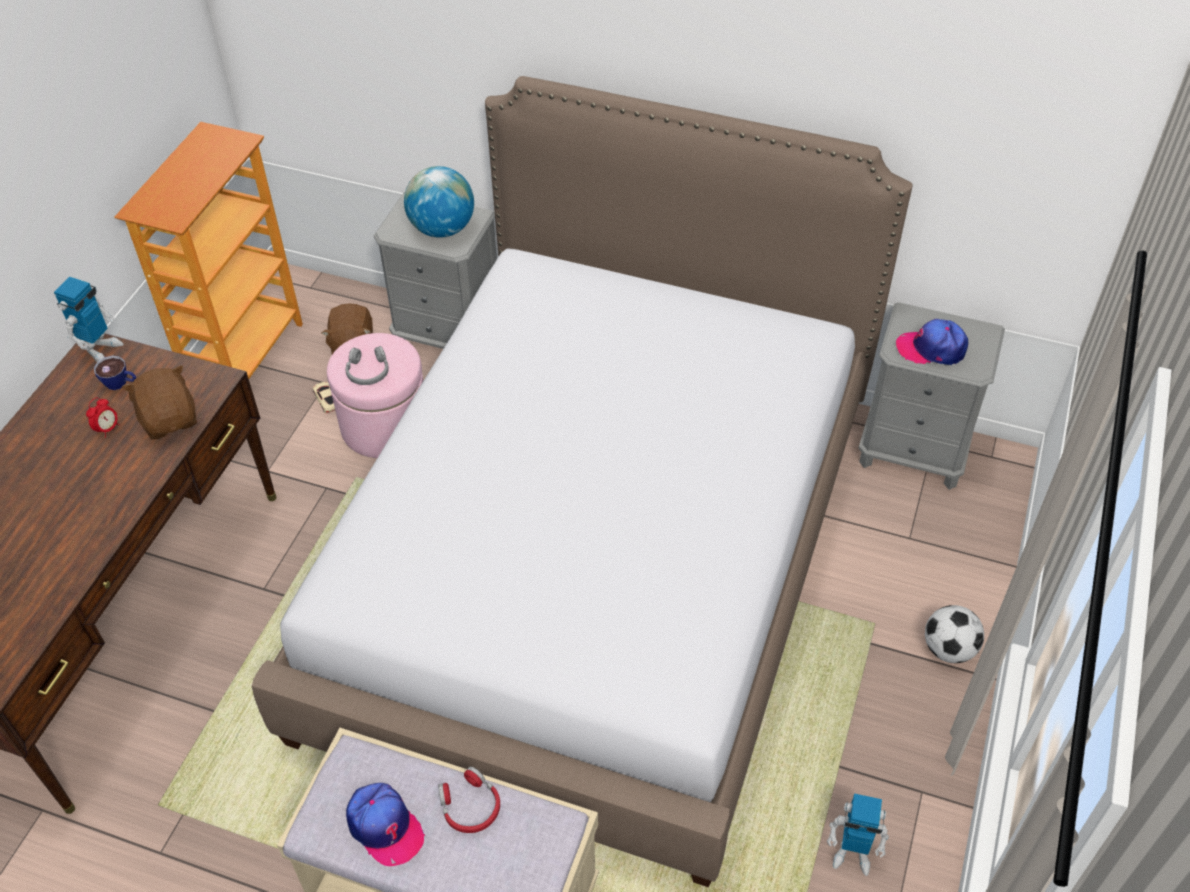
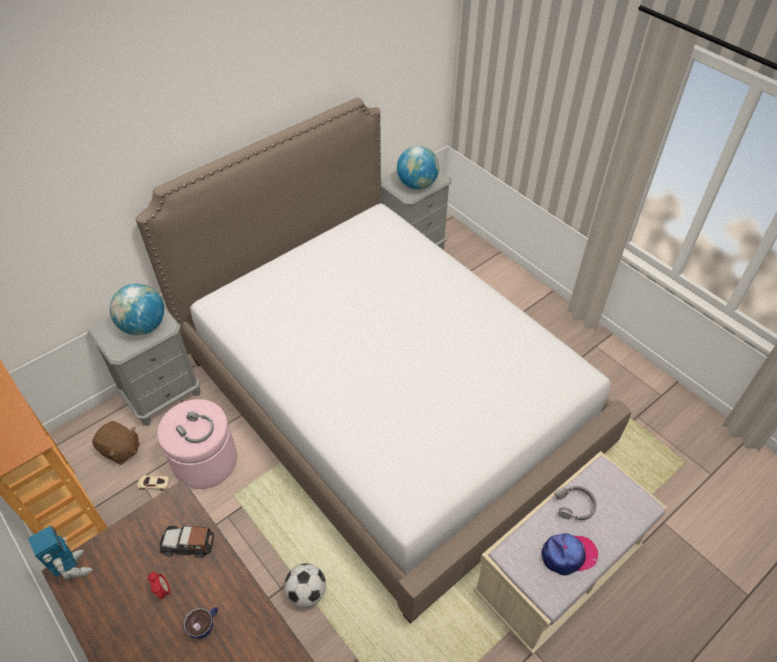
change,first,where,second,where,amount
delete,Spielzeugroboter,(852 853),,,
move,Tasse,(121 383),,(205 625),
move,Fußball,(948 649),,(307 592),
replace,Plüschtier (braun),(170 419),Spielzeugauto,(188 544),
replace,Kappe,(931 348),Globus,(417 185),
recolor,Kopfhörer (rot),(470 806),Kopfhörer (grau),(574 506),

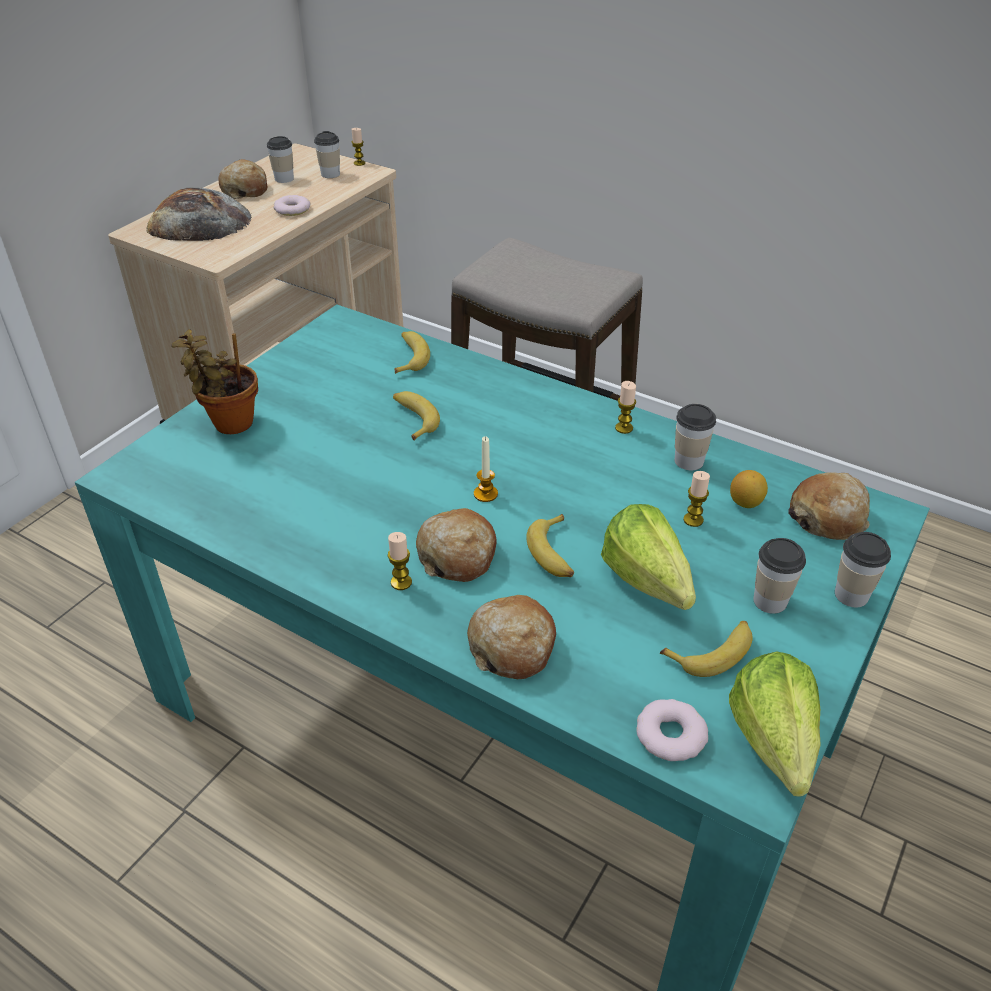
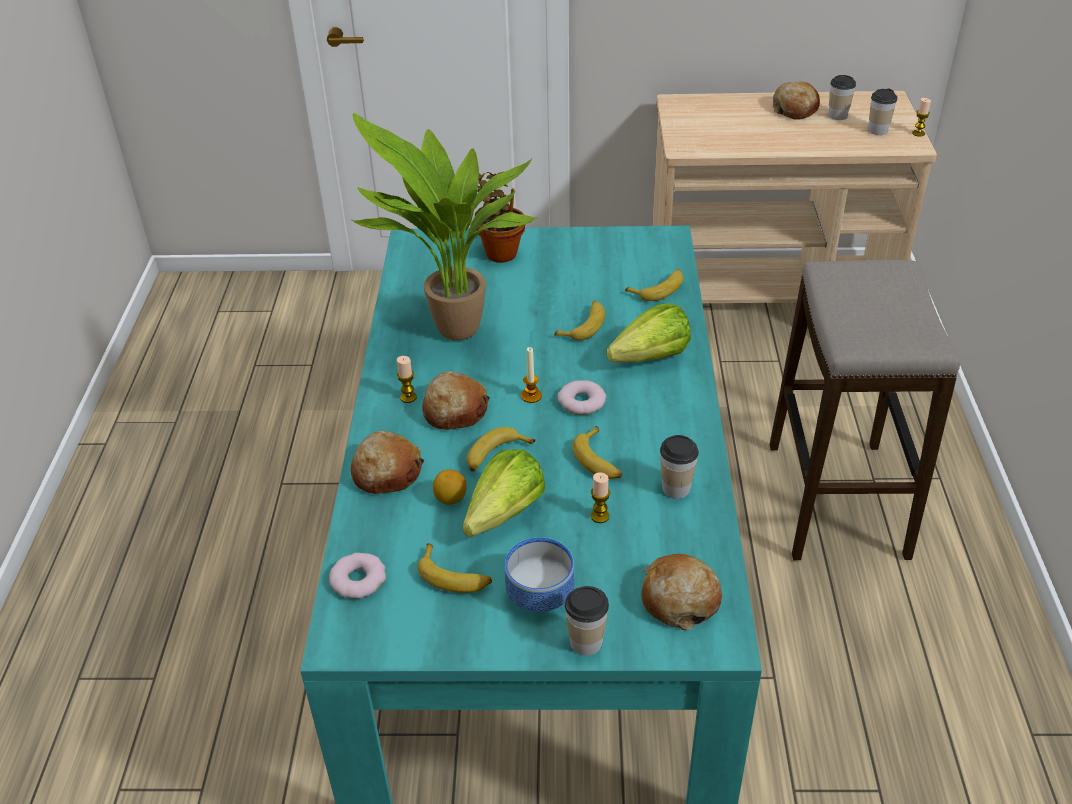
change,first,where,second,where,amount
delete,Brot,(199 222),,,
delete,Kerze,(624 428),,,
insert,,,Topfpflanze,(453 334),
insert,,,Banane,(599 460),
move,Donut,(292 210),,(581 402),
move,Salatkopf,(772 753),,(643 360),
move,Zitrone,(745 503),,(451 499),
replace,Tasse,(770 601),Schüssel,(538 592),

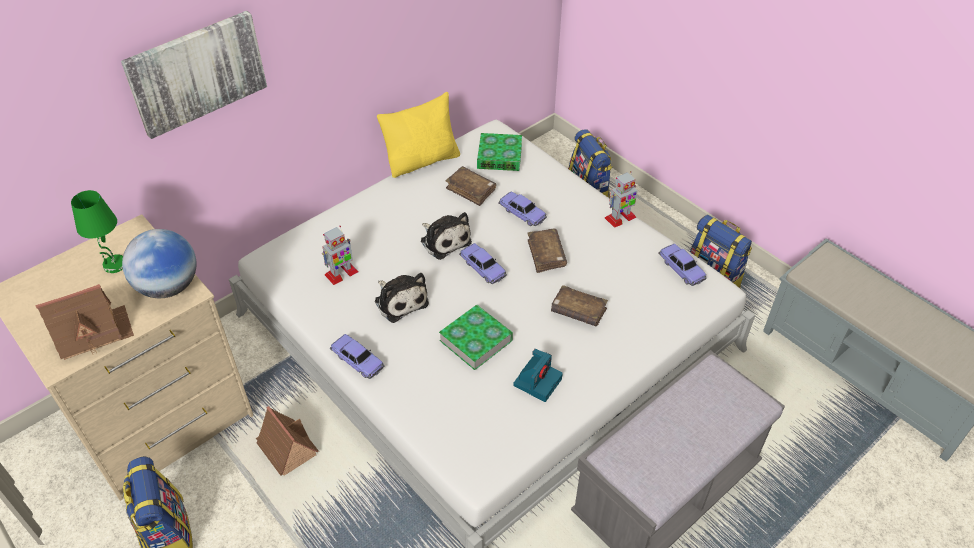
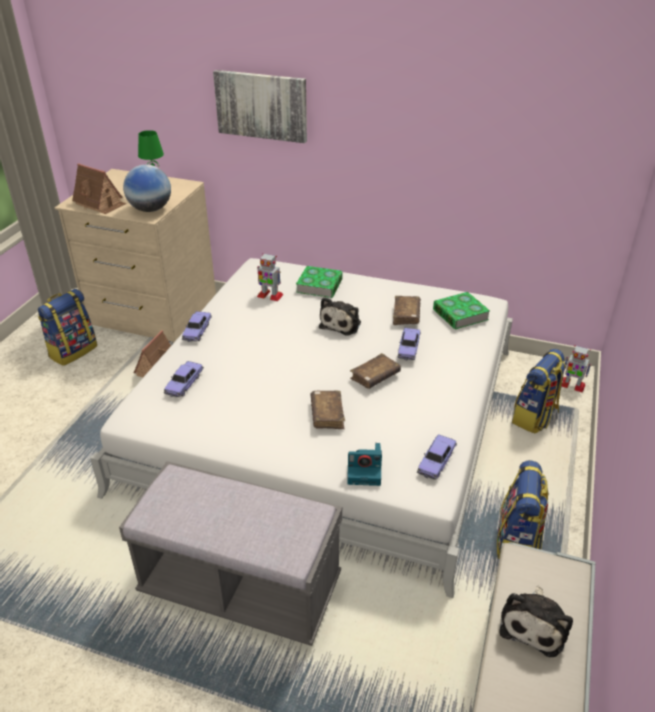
change,first,where,second,where,amount
delete,Kissen (gelb),(422 161),,,
move,Plüschtier,(400 301),,(534 624),
move,Buch,(476 340),,(319 285),
move,Spielzeugauto,(483 268),,(184 384),
move,Kamera,(537 381),,(365 471),
move,Spielzeugroboter,(620 218),,(571 385),

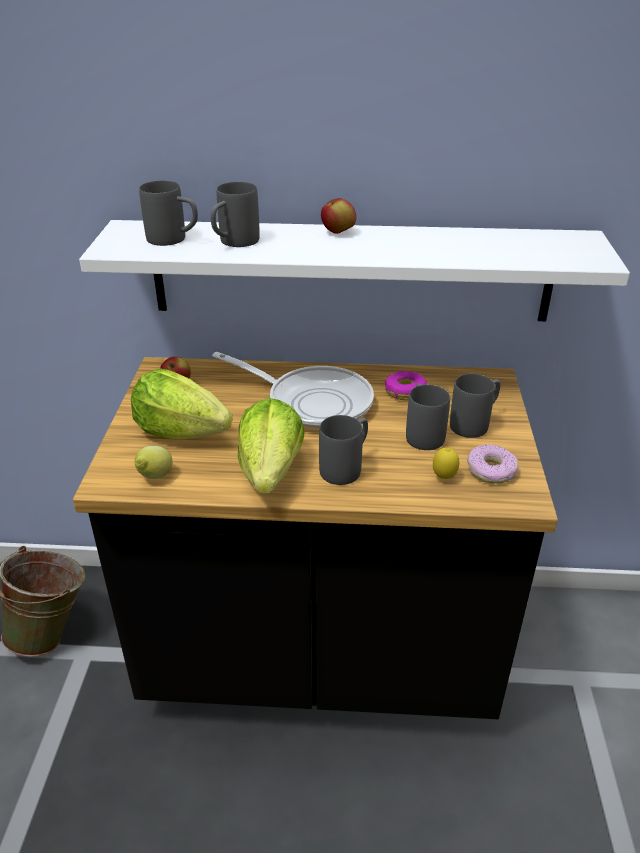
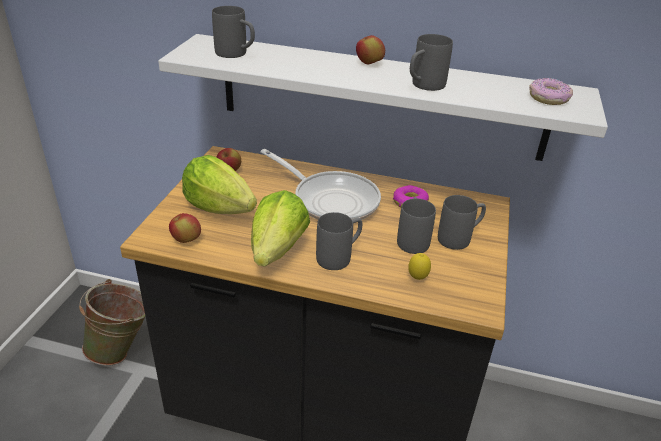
change,first,where,second,where,amount
move,Henkelbecher (grau),(233 243),,(423 86),
move,Donut,(491 470),,(548 98),
replace,Zitrone,(154 477),Apfel,(186 240),

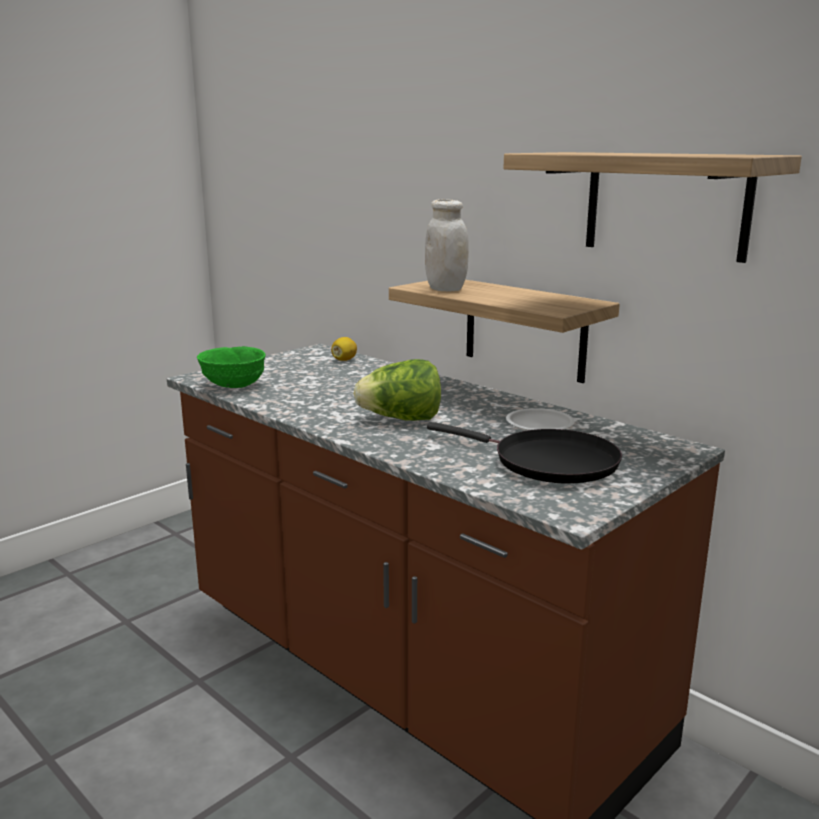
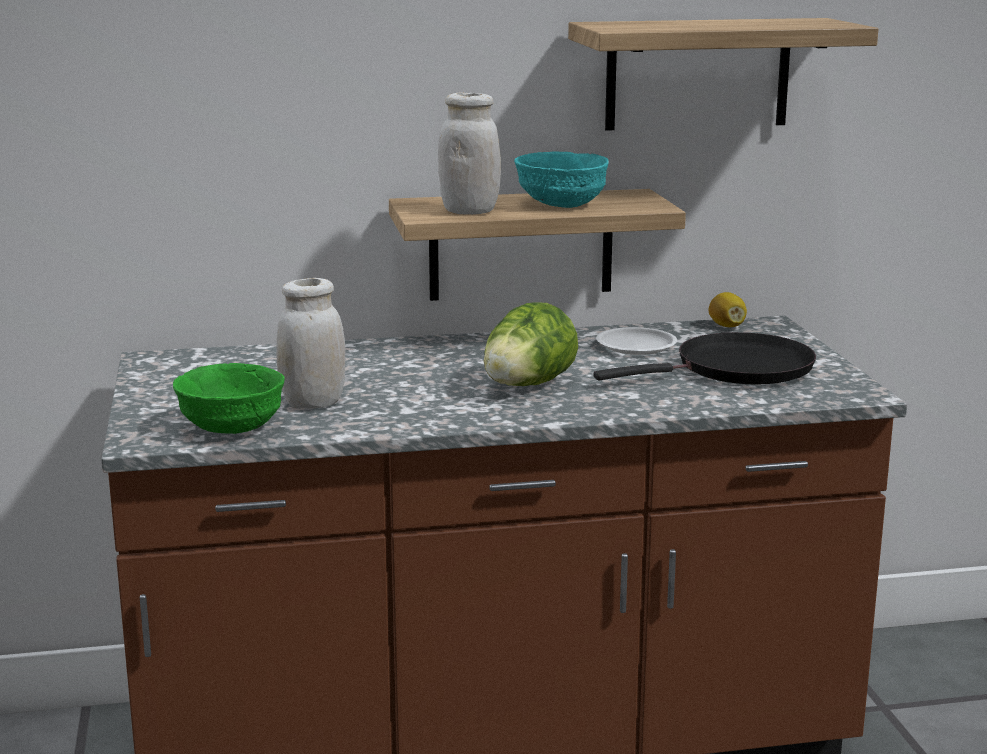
change,first,where,second,where,amount
insert,,,Vorratsglas (weiß),(313 403),
insert,,,Schüssel (türkis),(561 204),
move,Zitrone,(344 360),,(727 326),

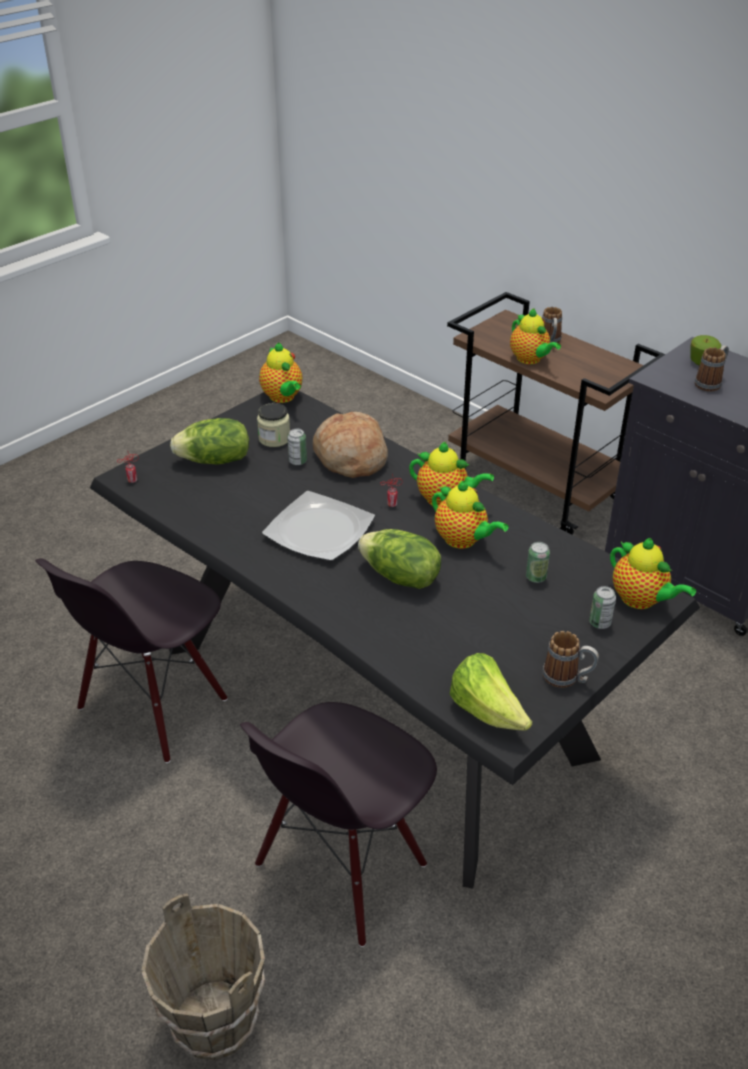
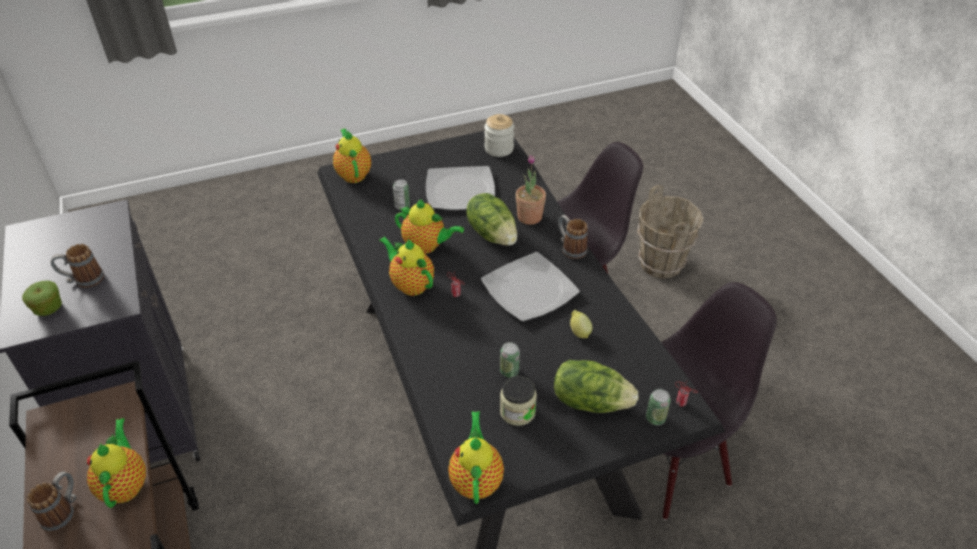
change,first,where,second,where,amount
delete,Brot,(350 458),,,
insert,,,Teller,(459 191),
insert,,,Topfpflanze,(529 217),
insert,,,Zitrone,(579 332),
move,Henkelbecher,(567 678),,(570 248),
move,Dose,(599 623),,(655 418),
replace,Salatkopf,(487 712),Vorratsglas,(499 149),
rotate,Teekanne,(463 540),,(427 246),135 degrees clockwise

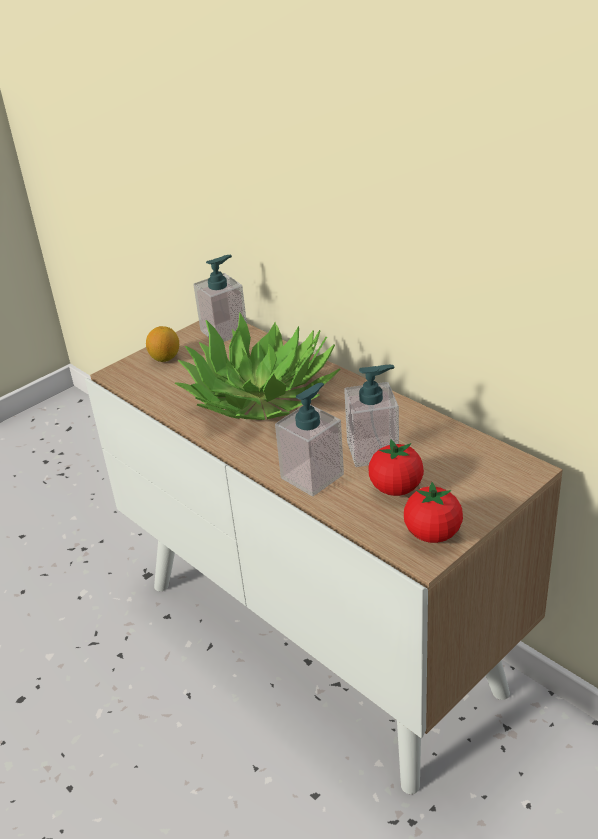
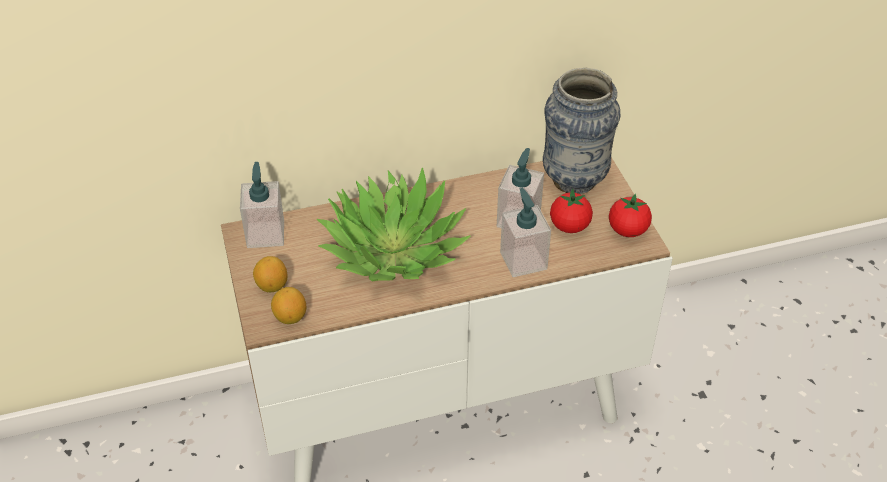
change,first,where,second,where,amount
insert,,,Zitrone,(290 317),
insert,,,Vase,(574 180),

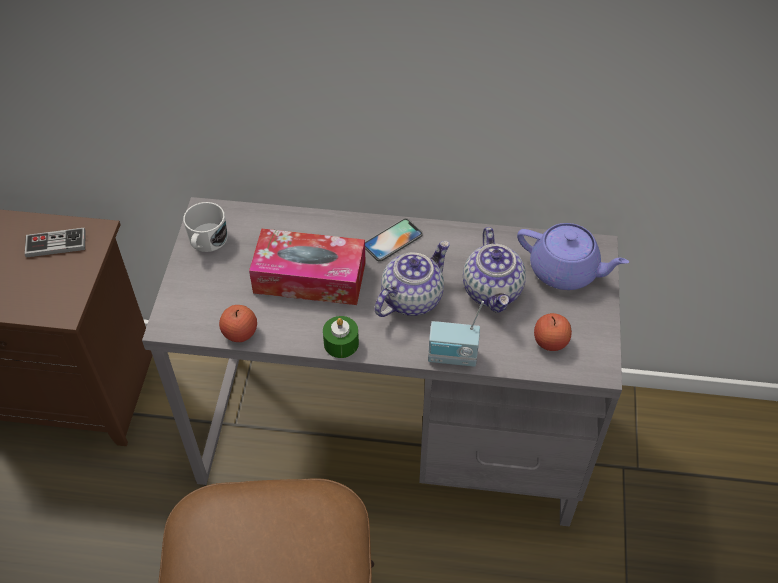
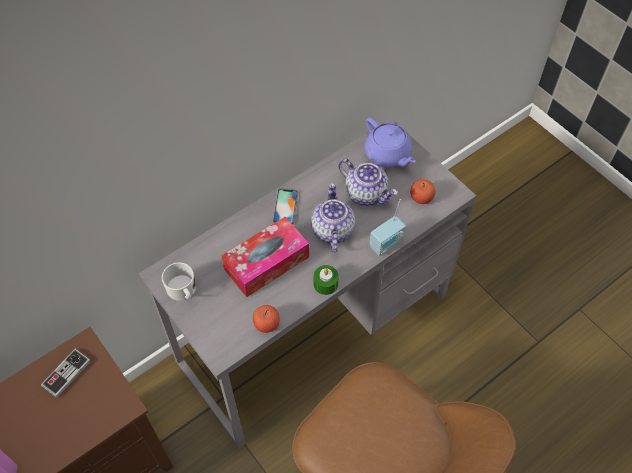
change,first,where,second,where,amount
rotate,Teekanne (lila),(565 271),,(388 155),75 degrees clockwise

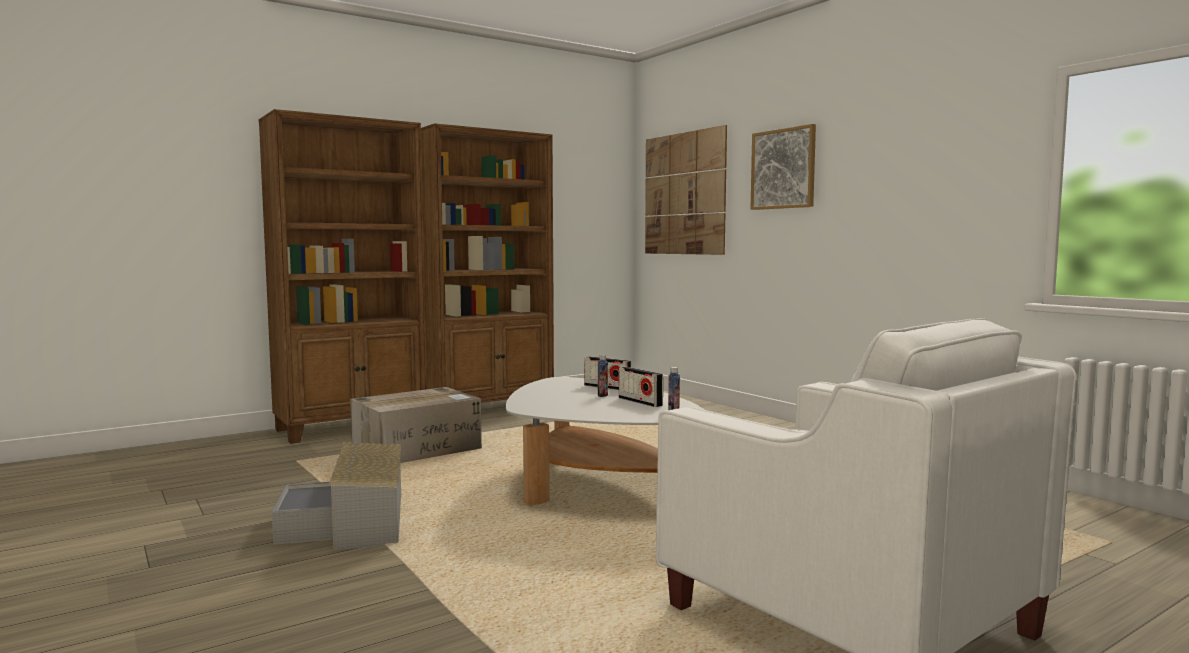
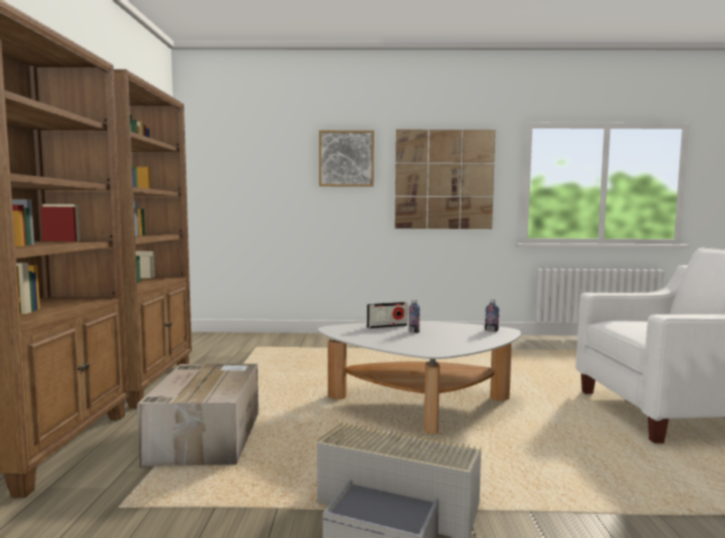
change,first,where,second,where,amount
delete,Radio,(640 402),,,
move,Bild,(684 194),,(444 179),

